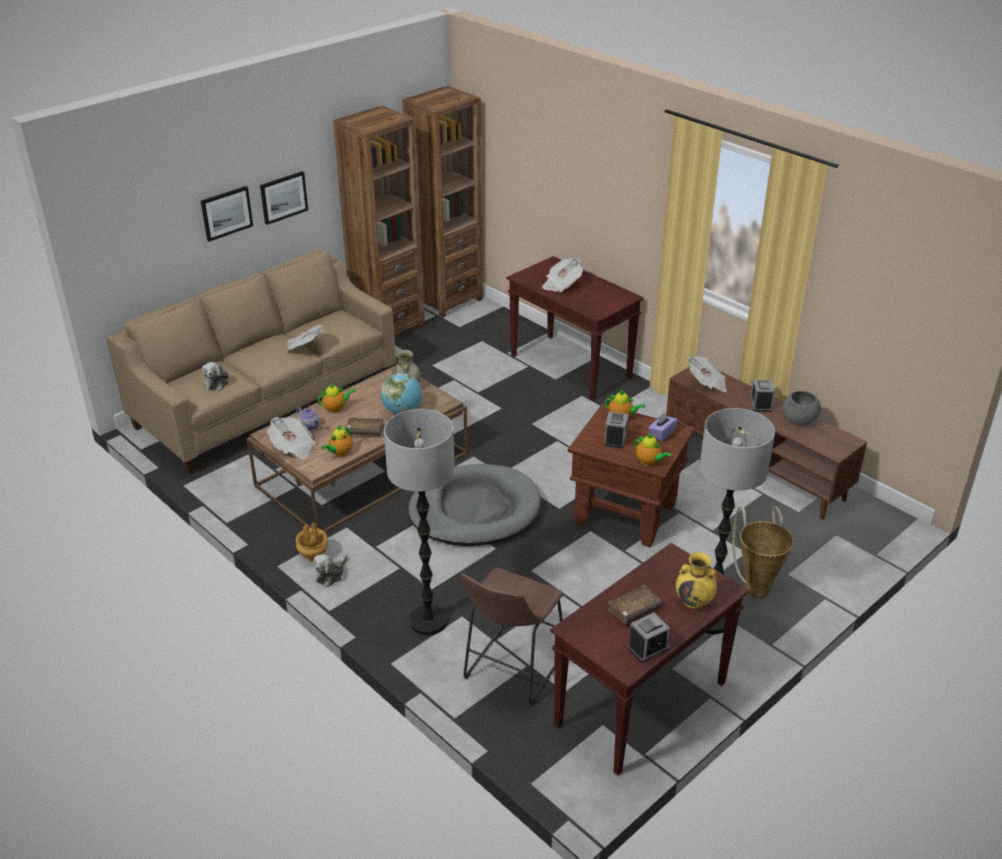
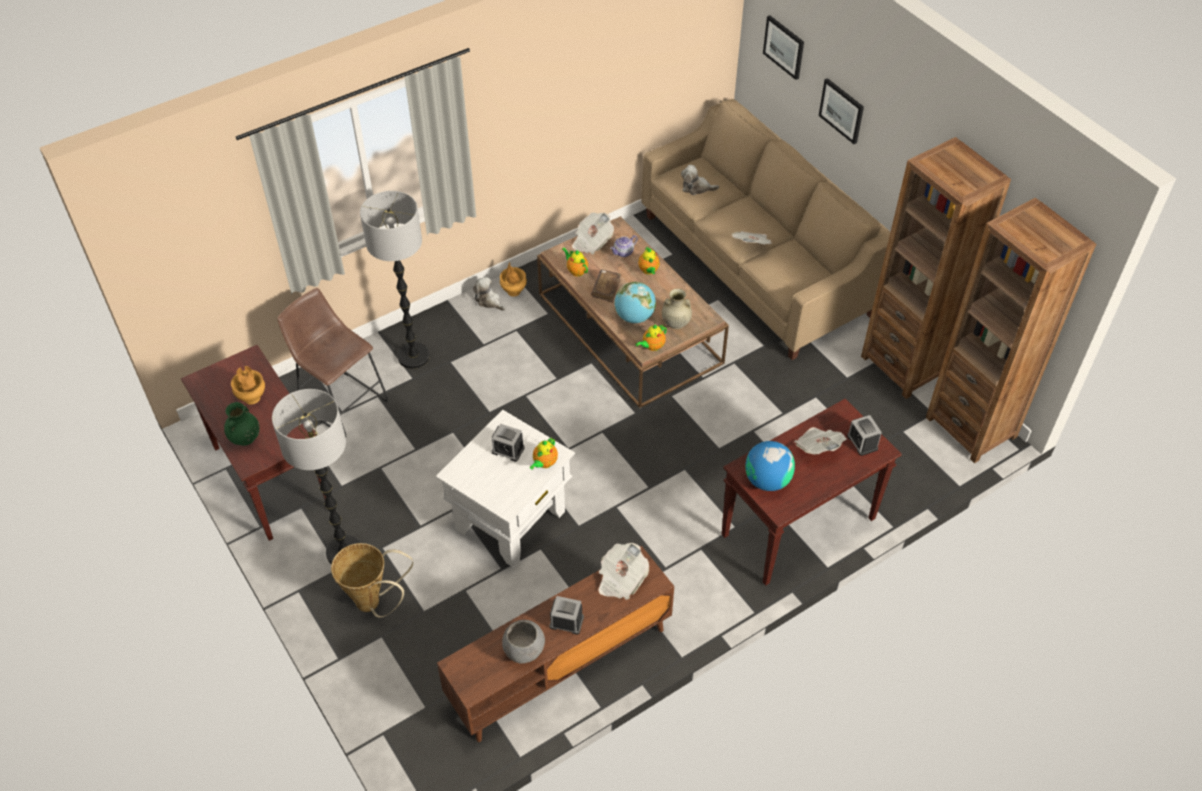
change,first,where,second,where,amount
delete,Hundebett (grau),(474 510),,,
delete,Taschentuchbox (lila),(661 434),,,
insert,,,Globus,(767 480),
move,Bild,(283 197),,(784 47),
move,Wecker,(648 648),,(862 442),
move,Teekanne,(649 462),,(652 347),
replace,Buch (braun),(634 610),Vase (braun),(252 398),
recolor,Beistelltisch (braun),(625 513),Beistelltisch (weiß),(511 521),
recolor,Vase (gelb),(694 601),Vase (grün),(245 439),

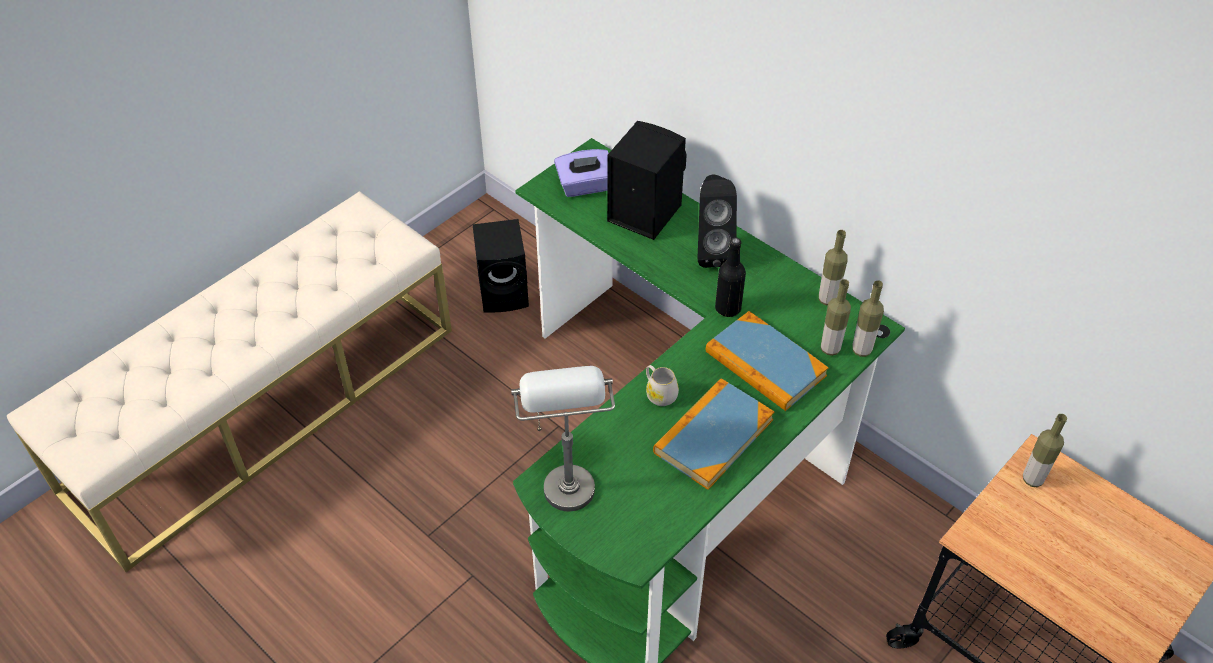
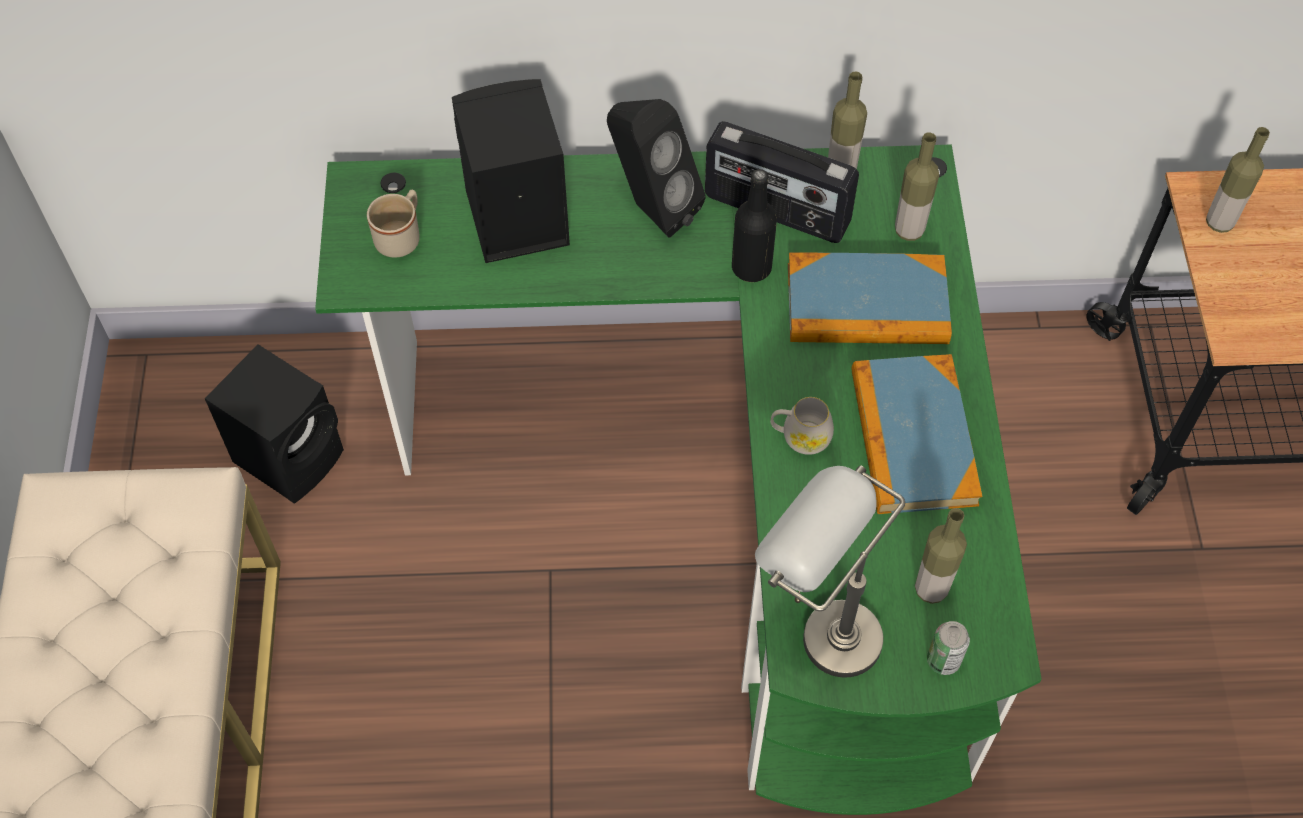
change,first,where,second,where,amount
insert,,,Radio,(776 211),
insert,,,Dose,(943 660),
move,Flasche,(861 350),,(931 589),
replace,Taschentuchbox (lila),(585 186),Henkelbecher (beige),(401 236),

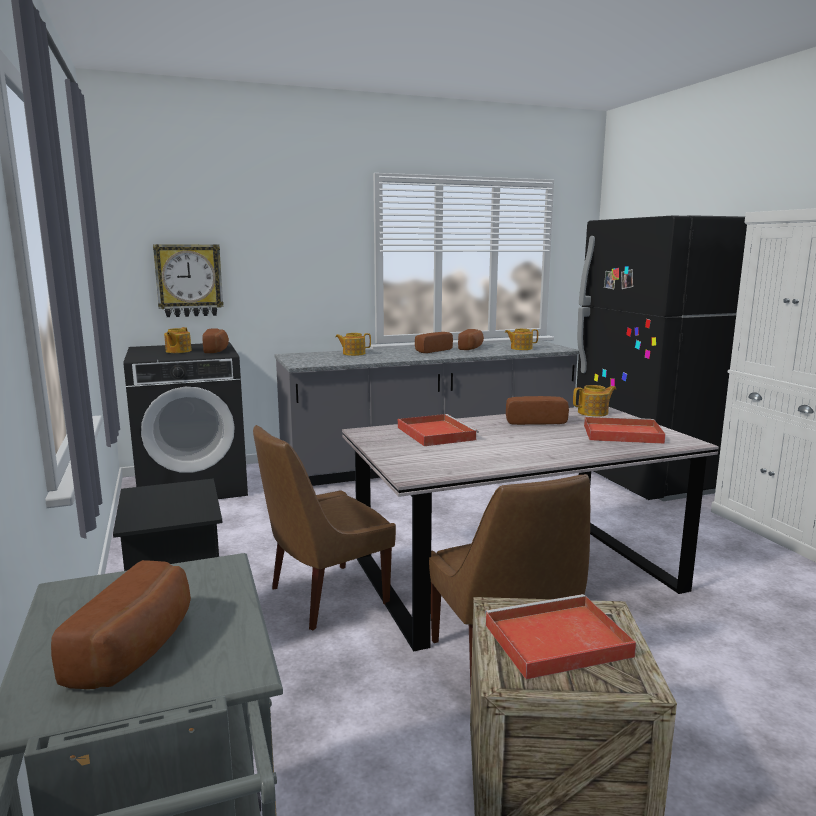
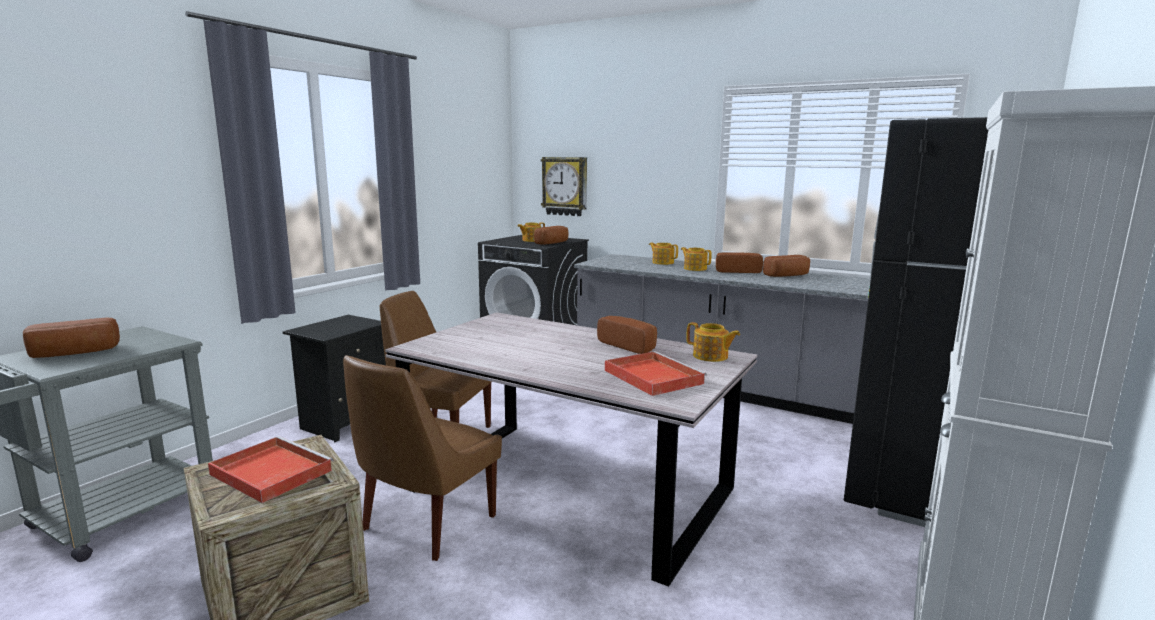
change,first,where,second,where,amount
delete,Tablett (rot),(434 433),,,
move,Teekanne,(520 348),,(695 268),

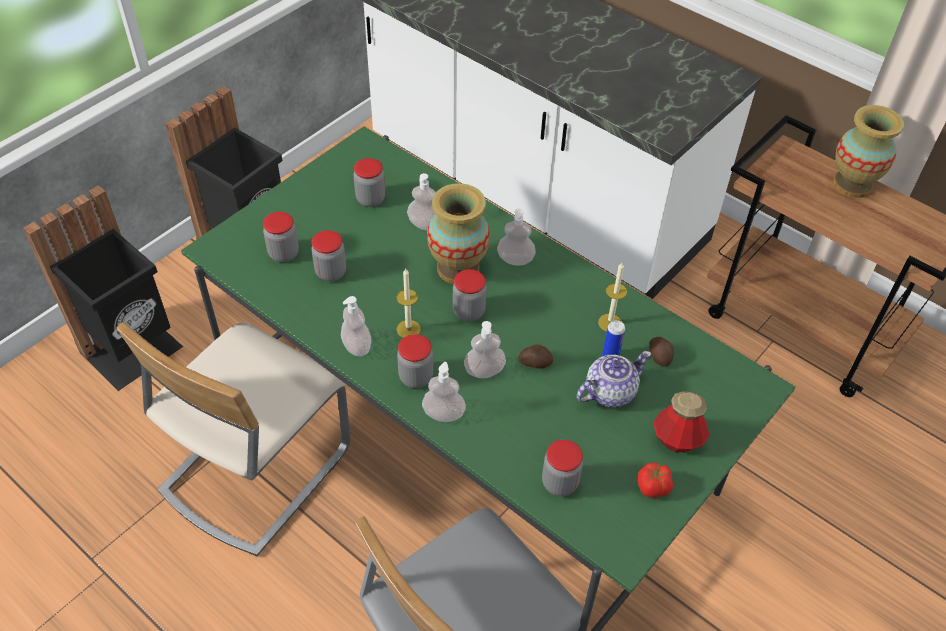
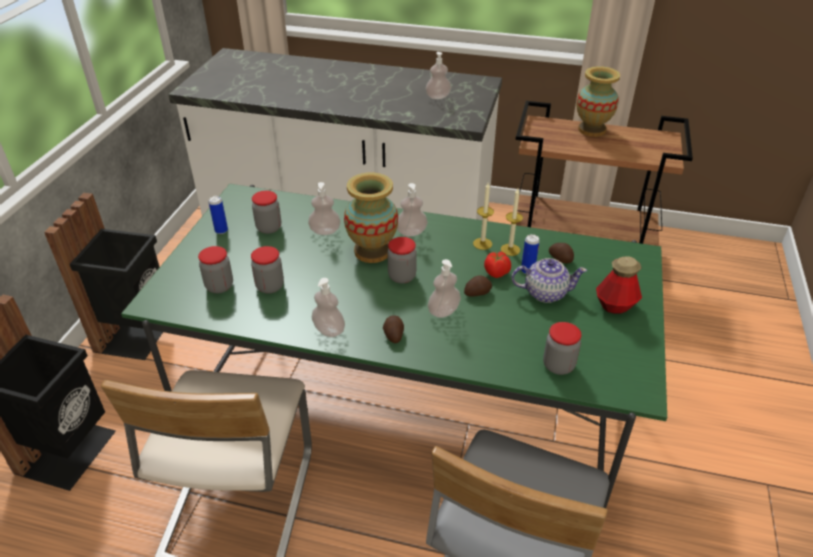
change,first,where,second,where,amount
insert,,,Dose,(221 230),
move,Kerze,(408 329),,(482 243),
move,Seifenspender,(443 414),,(438 97),
move,Tomate,(653 488),,(497 273),
replace,Vorratsglas,(416 377),Kartoffel,(393 335),
rotate,Teekanne,(609 392),,(545 293),60 degrees clockwise

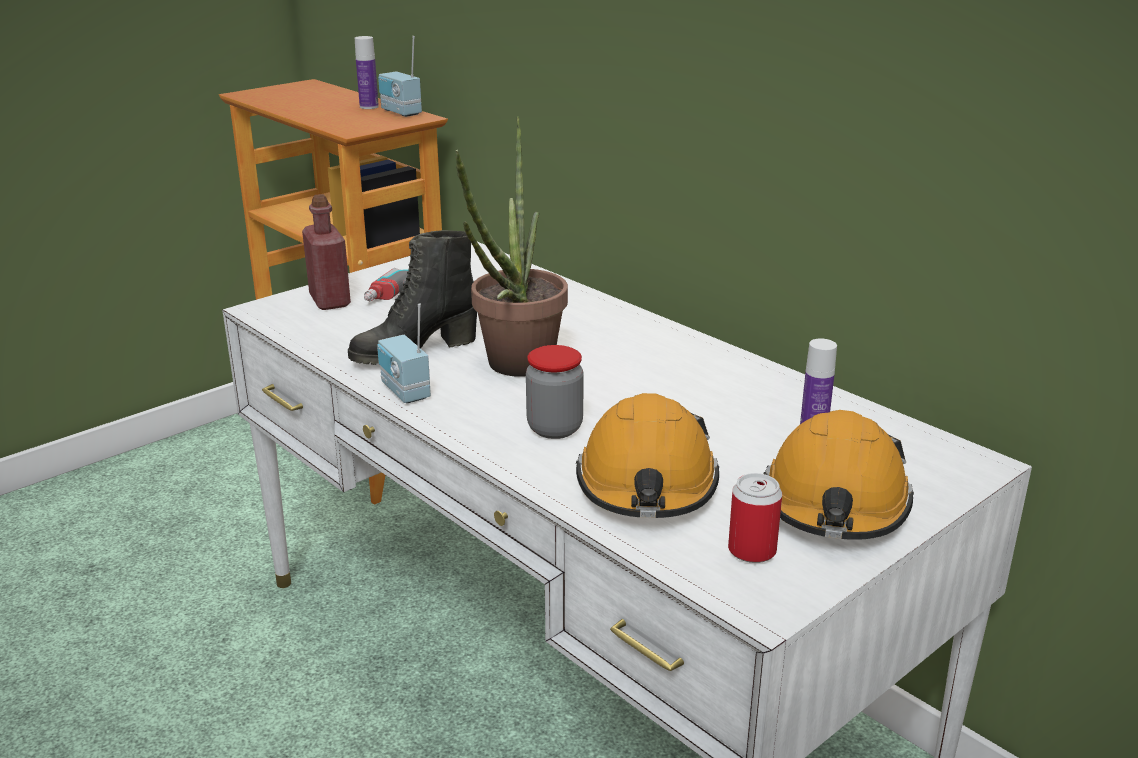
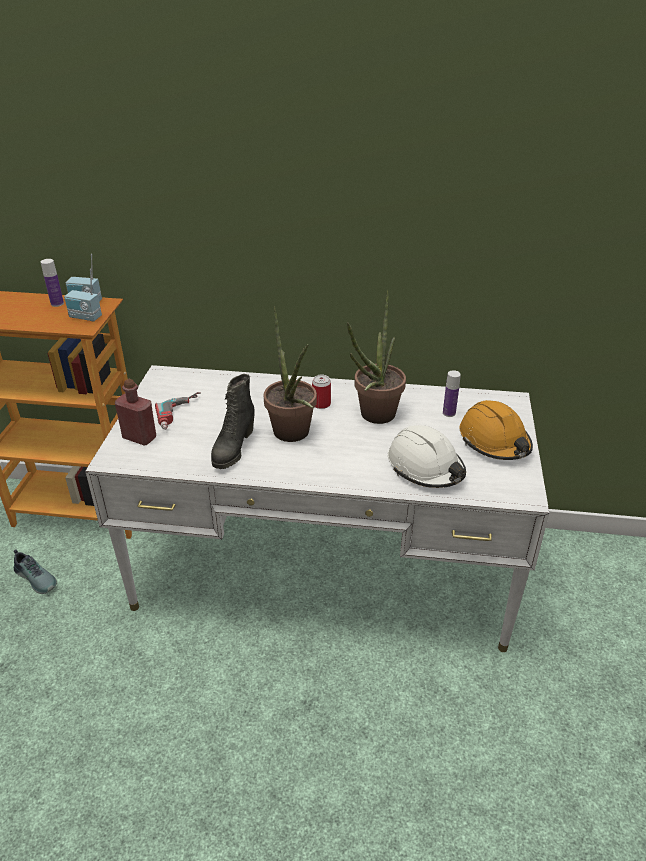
change,first,where,second,where,amount
delete,Vorratsglas,(555 428),,,
insert,,,Schuh,(37 577),
insert,,,Topfpflanze,(373 417),
move,Radio,(403 392),,(85 318),
move,Dose,(752 551),,(321 404),
recolor,Schutzhelm (orange),(647 484),Schutzhelm (weiß),(425 467),

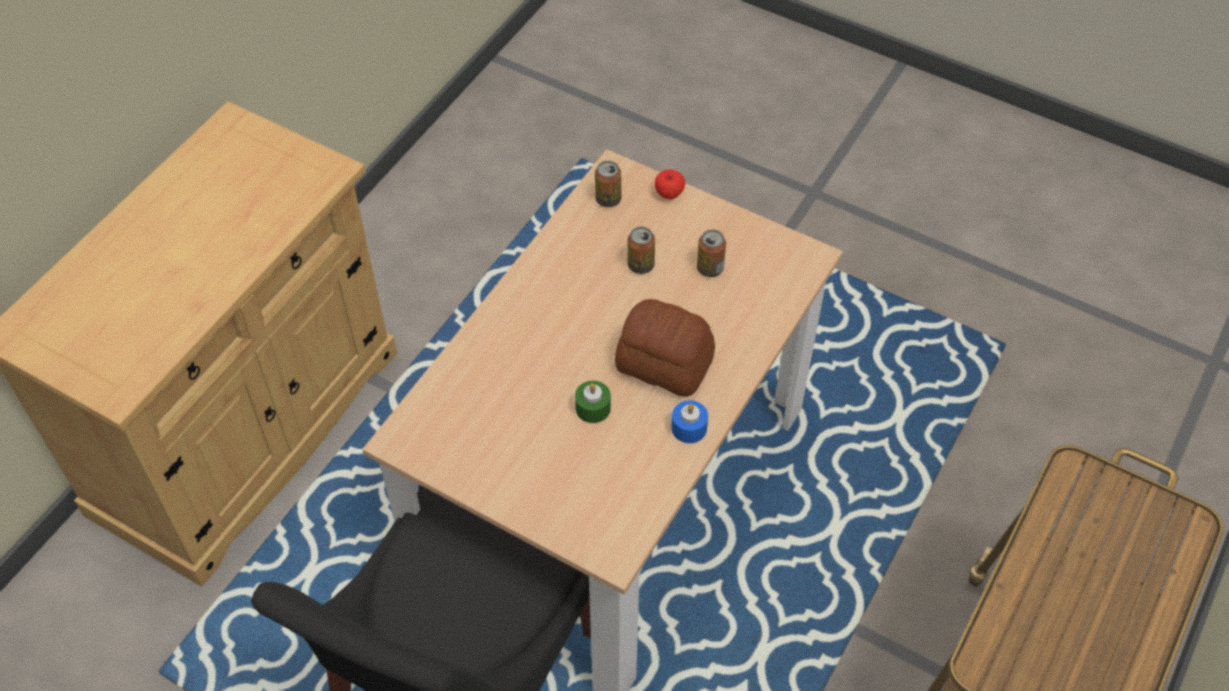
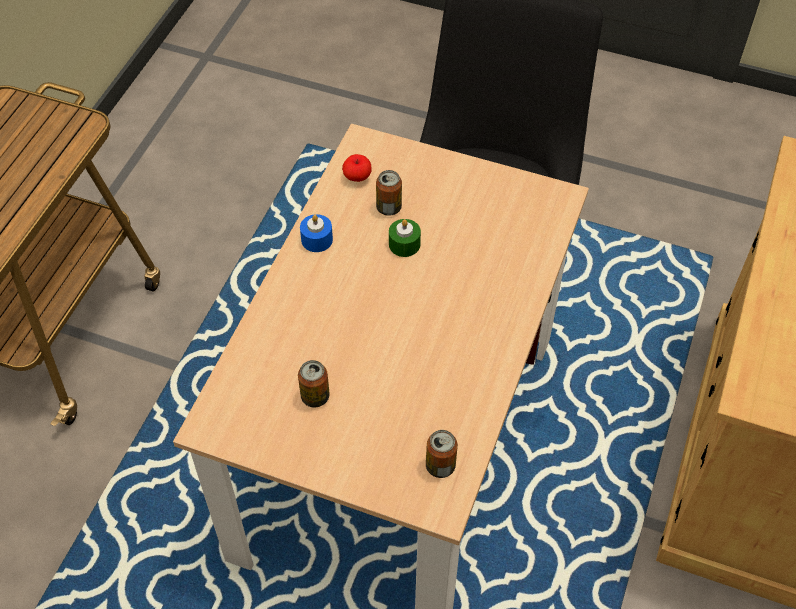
change,first,where,second,where,amount
delete,Brot,(664 365),,,
move,Dose,(640 265),,(389 207),
move,Apfel,(669 194),,(357 177),

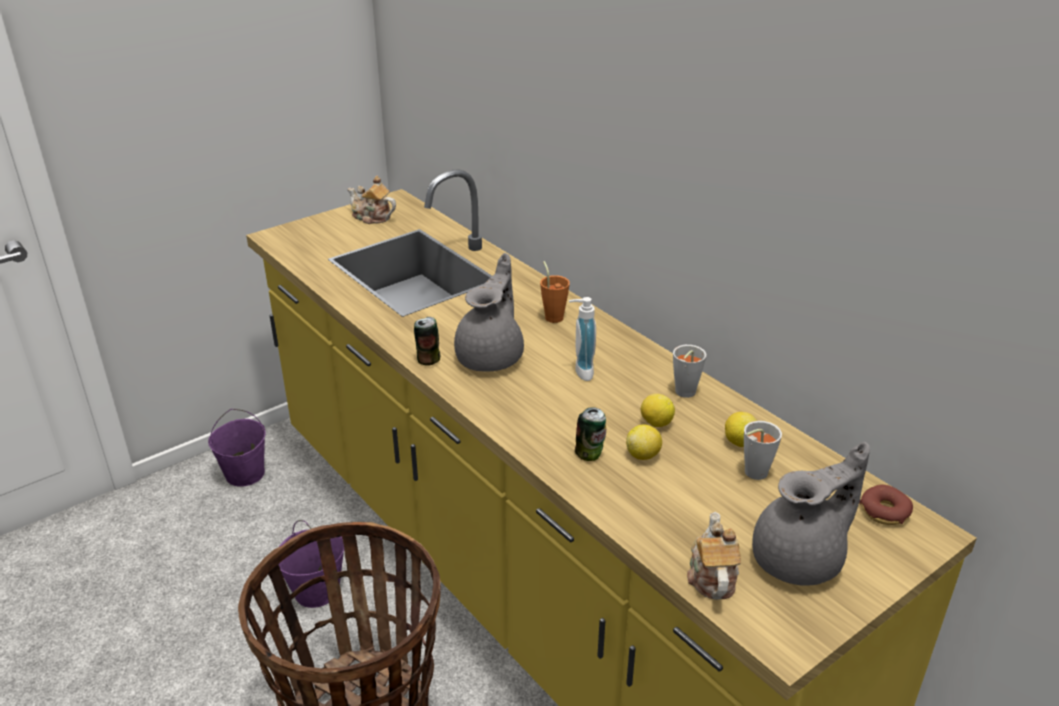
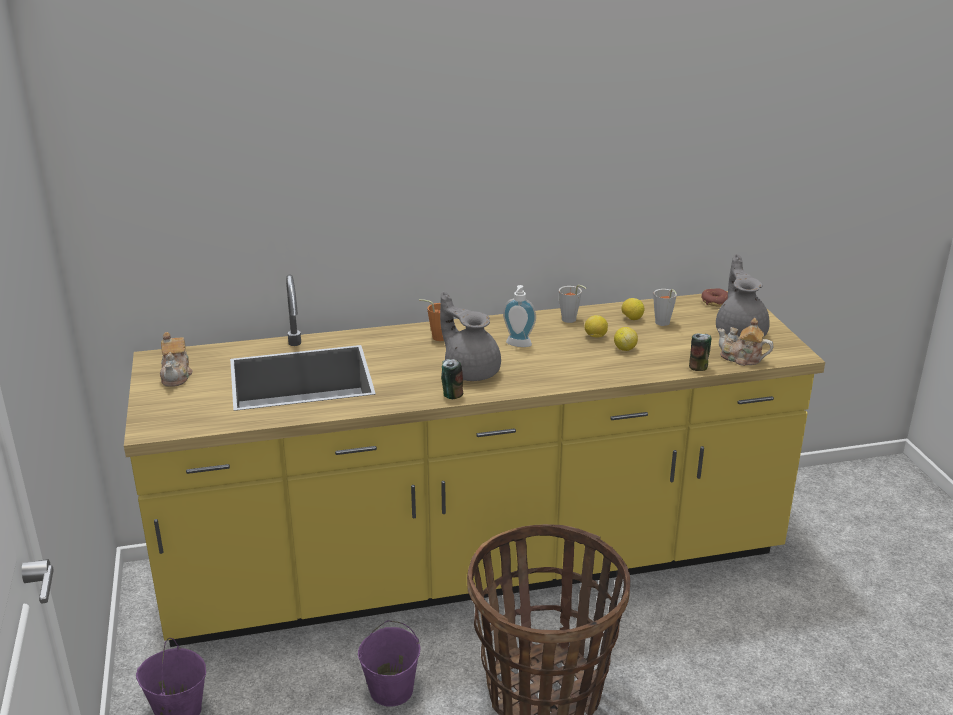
change,first,where,second,where,amount
move,Dose,(590 454),,(698 367),
rotate,Teekanne,(372 217),,(176 375),60 degrees counterclockwise

